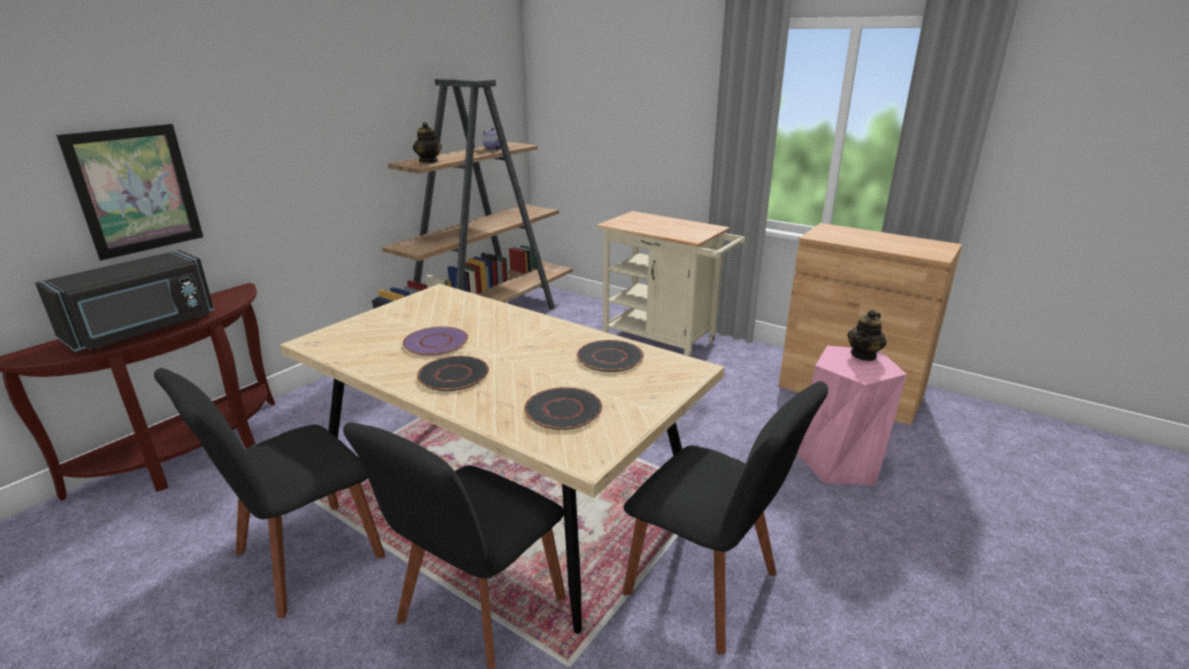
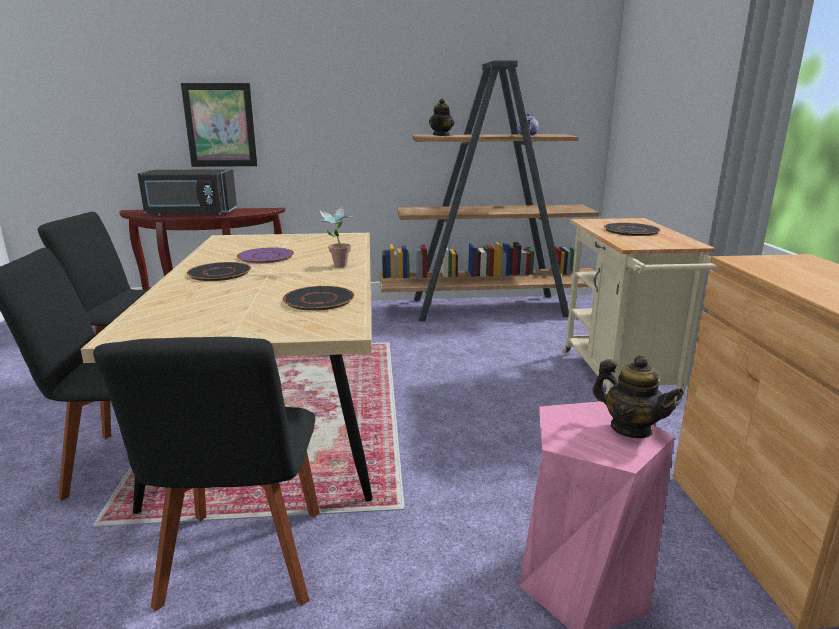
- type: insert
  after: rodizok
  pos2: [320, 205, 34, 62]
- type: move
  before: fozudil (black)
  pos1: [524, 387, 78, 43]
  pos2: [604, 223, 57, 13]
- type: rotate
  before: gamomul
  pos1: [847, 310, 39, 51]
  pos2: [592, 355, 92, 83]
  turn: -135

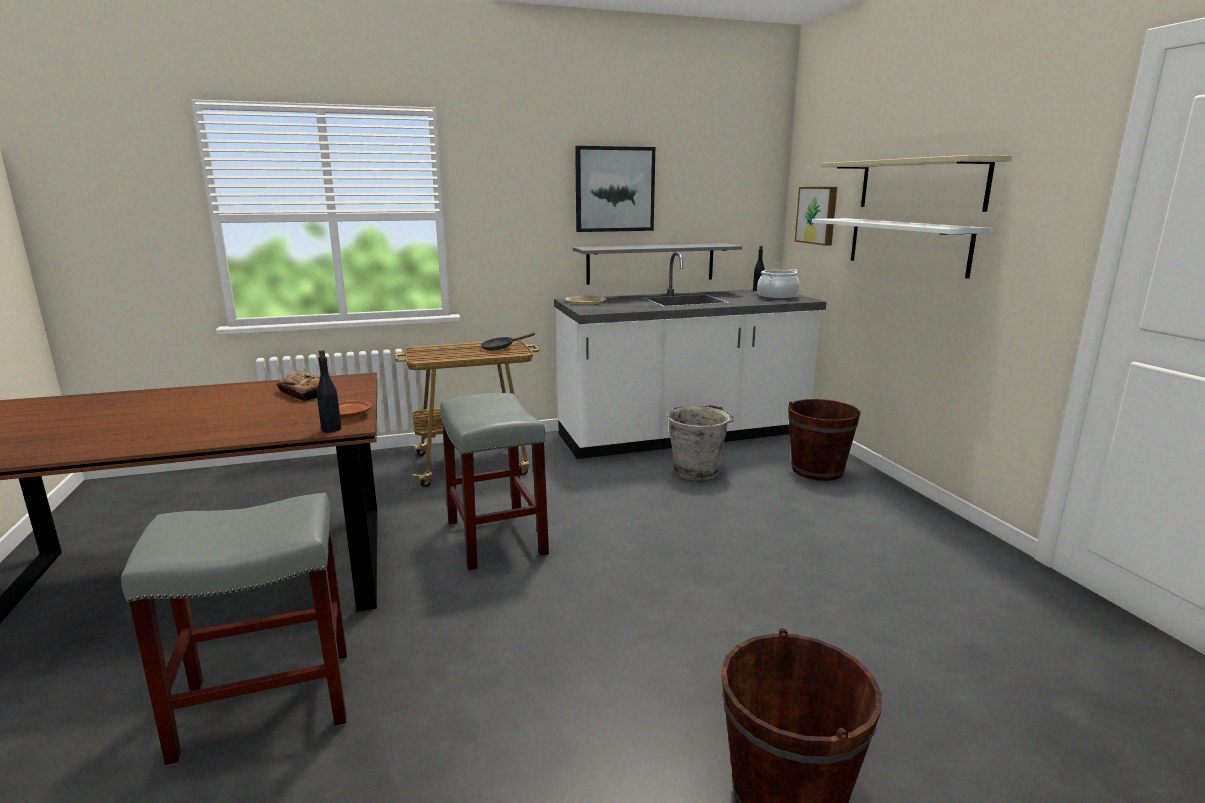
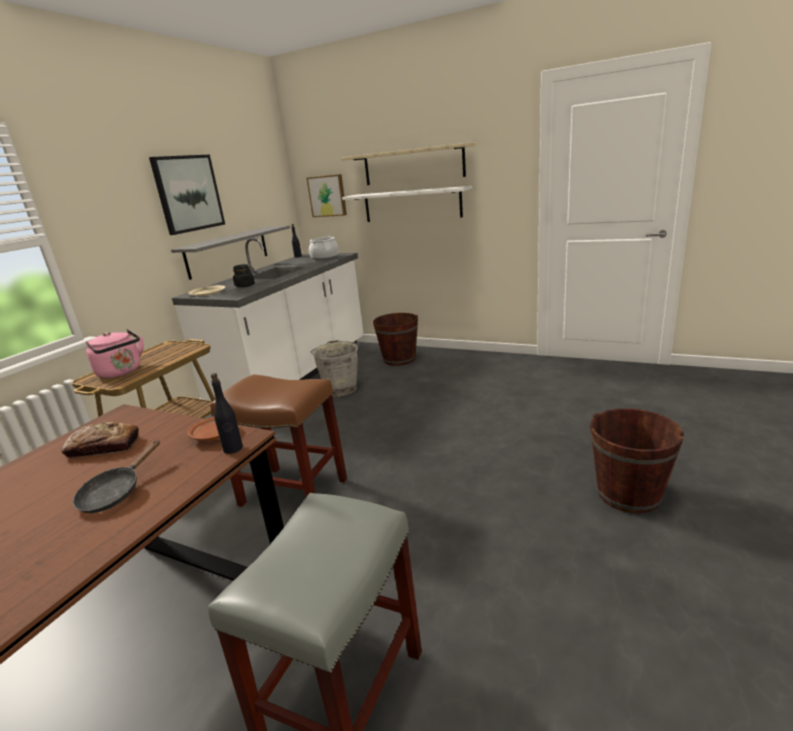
- type: insert
  after: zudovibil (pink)
  pos2: [86, 329, 58, 49]
- type: insert
  after: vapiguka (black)
  pos2: [233, 264, 22, 23]
- type: move
  before: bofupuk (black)
  pos1: [481, 333, 54, 18]
  pos2: [73, 440, 87, 73]
- type: recolor
  before: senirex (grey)
  after: senirex (brown)
  pos1: [440, 393, 109, 179]
  pos2: [210, 374, 137, 133]

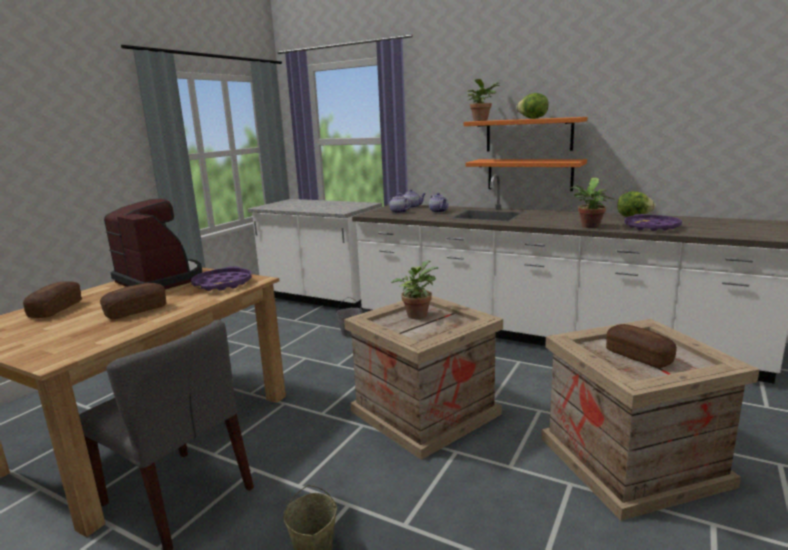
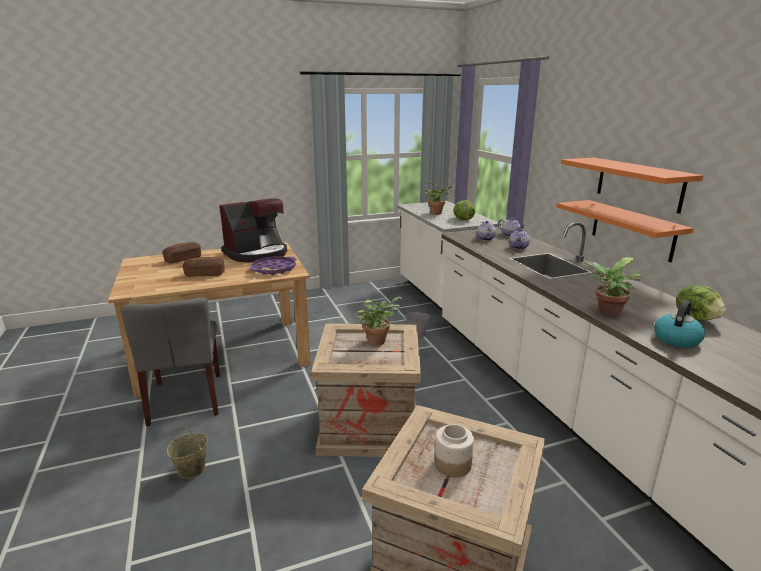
- type: move
  before: rodizok
  pos1: [467, 79, 33, 42]
  pos2: [424, 183, 31, 32]
- type: move
  before: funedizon
  pos1: [516, 93, 33, 26]
  pos2: [453, 200, 22, 20]
- type: replace
  before: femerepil
  after: vapiguka
  pos1: [606, 324, 71, 44]
  pos2: [435, 424, 39, 54]
- type: replace
  before: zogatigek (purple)
  after: zudovibil
  pos1: [624, 214, 58, 17]
  pos2: [654, 300, 51, 48]
- type: rotate
  before: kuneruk
  pos1: [104, 198, 98, 91]
  pos2: [219, 198, 68, 64]
  turn: 60

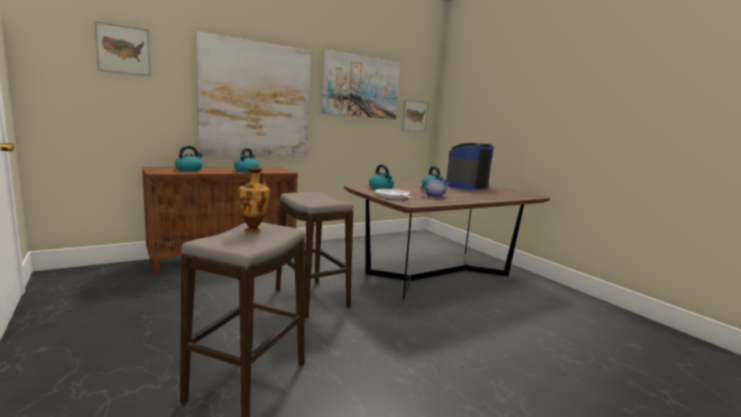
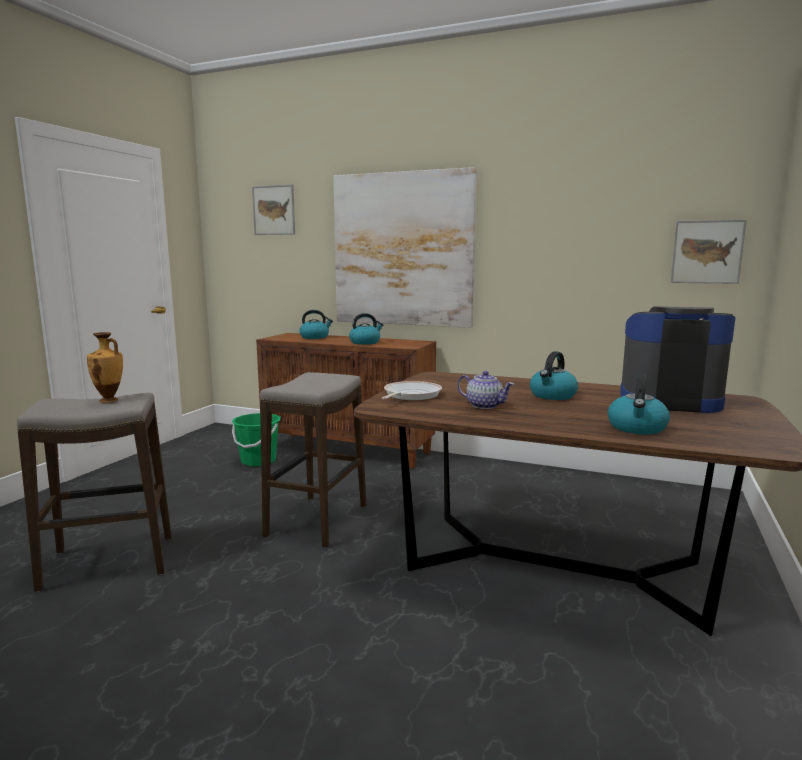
- type: delete
  before: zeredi
  pos1: [321, 50, 79, 69]
- type: insert
  after: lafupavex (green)
  pos2: [232, 413, 49, 53]
- type: move
  before: zudovibil
  pos1: [369, 165, 25, 25]
  pos2: [608, 374, 62, 60]

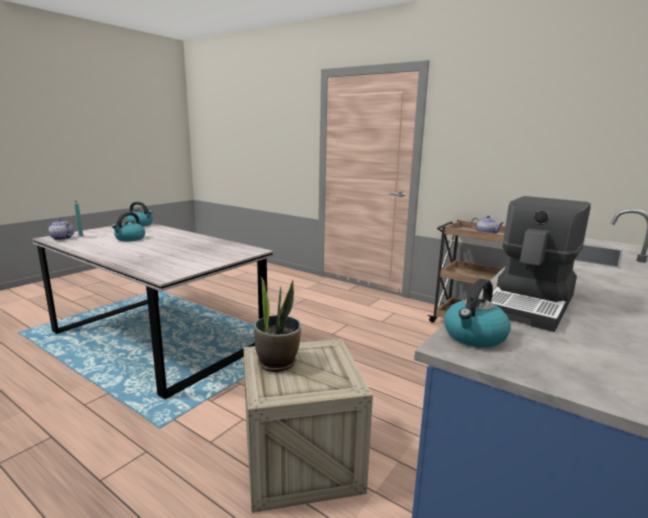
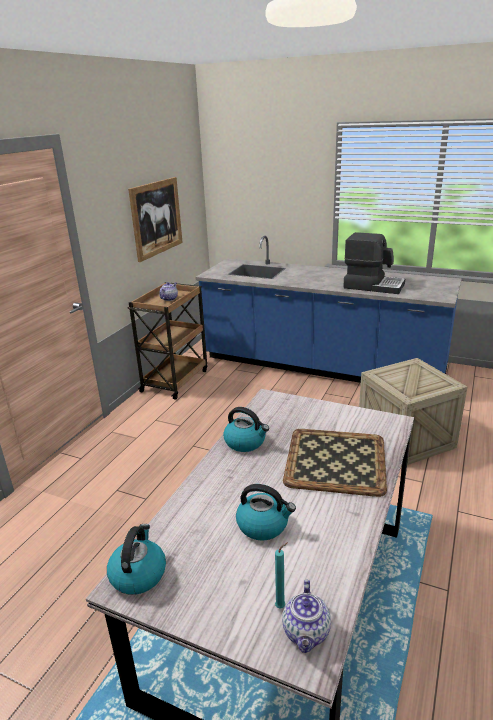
- type: delete
  before: rodizok
  pos1: [254, 276, 47, 96]
- type: insert
  after: zeredi
  pos2: [128, 177, 55, 85]
- type: insert
  after: zogatigek
  pos2: [283, 429, 104, 68]
- type: move
  before: zudovibil
  pos1: [444, 279, 67, 69]
  pos2: [223, 407, 46, 45]

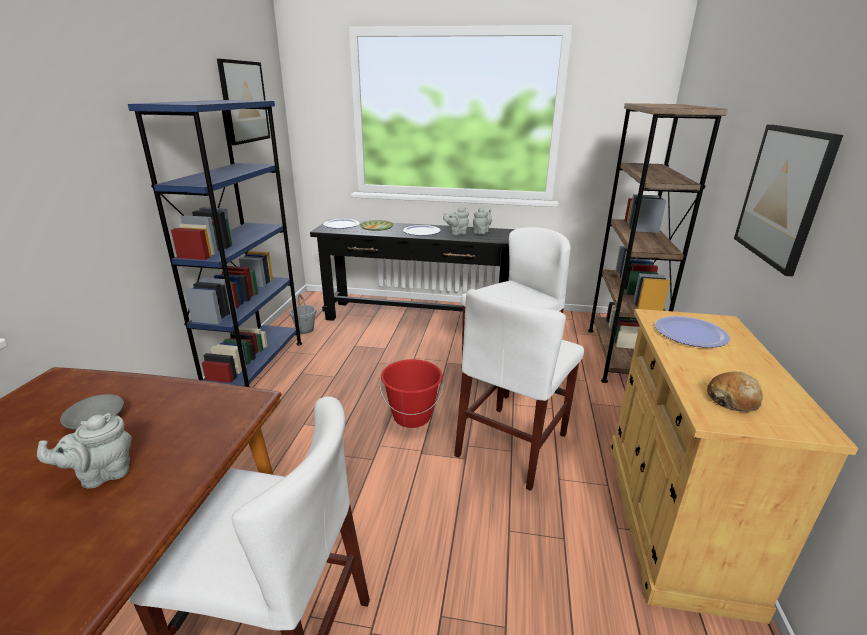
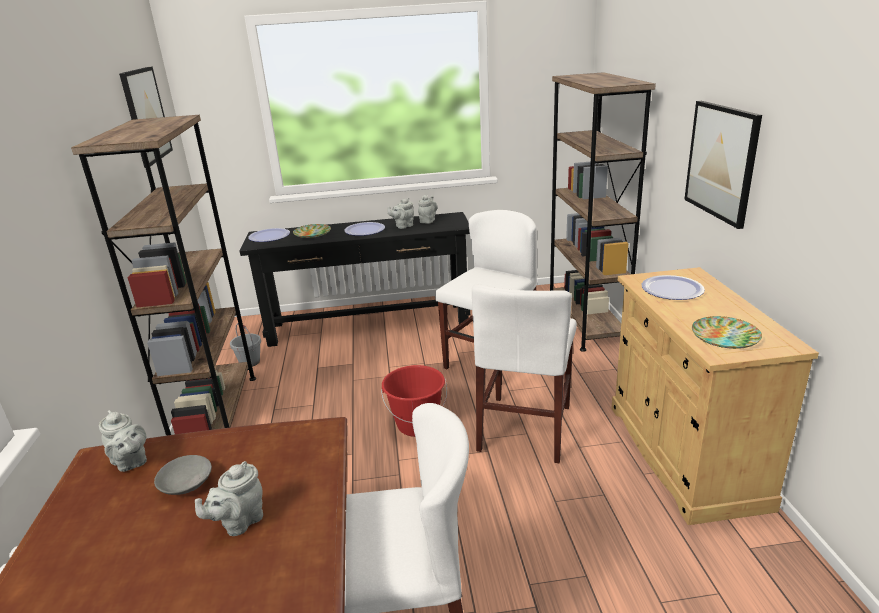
- type: insert
  after: gamomul (grey)
  pos2: [99, 410, 48, 62]
- type: replace
  before: femerepil
  after: fozudil
  pos1: [707, 372, 56, 40]
  pos2: [692, 316, 70, 33]
- type: recolor
  before: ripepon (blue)
  after: ripepon (brown)
  pos1: [128, 100, 174, 287]
  pos2: [71, 115, 185, 321]

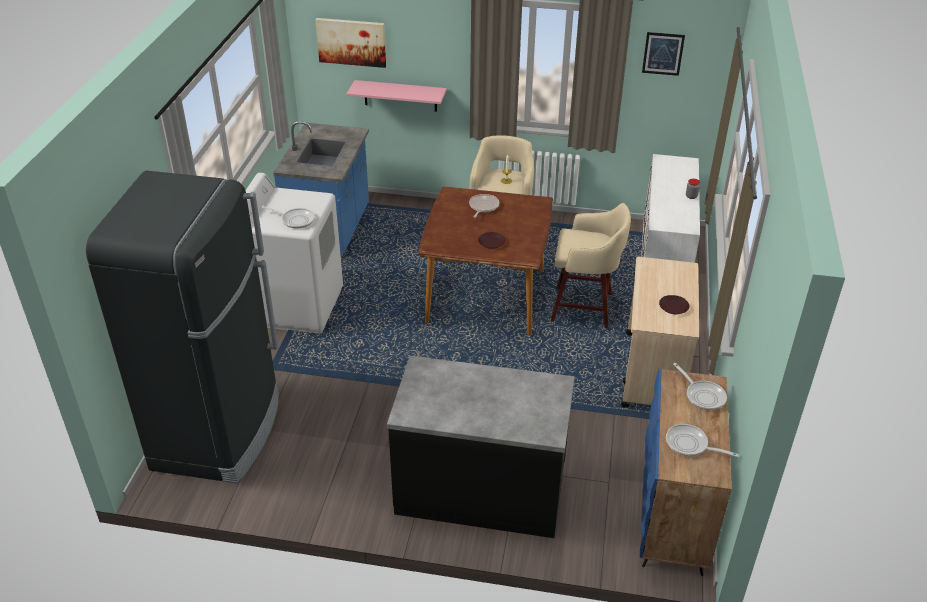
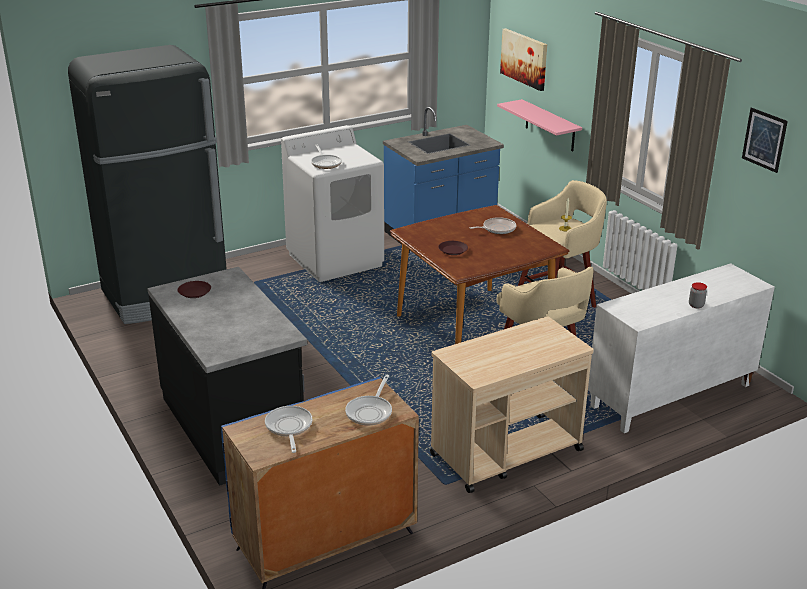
- type: move
  before: fozudil (brown)
  pos1: [659, 295, 31, 19]
  pos2: [178, 281, 33, 17]

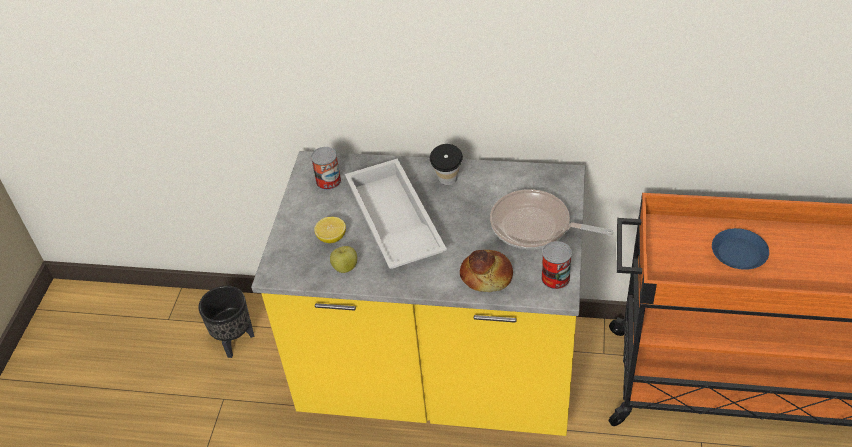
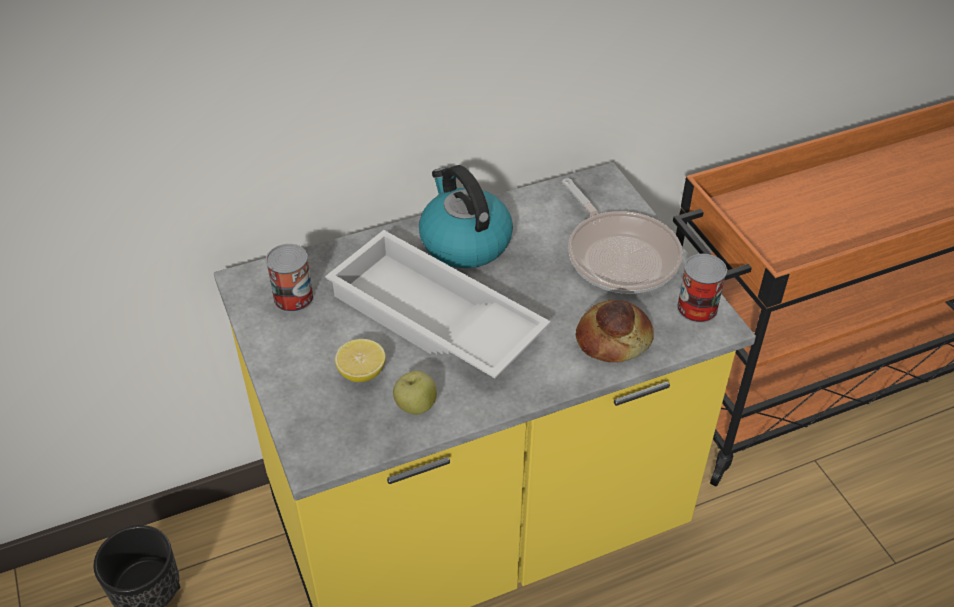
- type: delete
  before: fozudil (blue)
  pos1: [712, 228, 57, 42]
- type: replace
  before: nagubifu
  after: zudovibil
  pos1: [430, 144, 33, 41]
  pos2: [419, 165, 94, 103]
- type: rotate
  before: bofupuk
  pos1: [490, 189, 124, 60]
  pos2: [562, 178, 121, 116]
  turn: -105

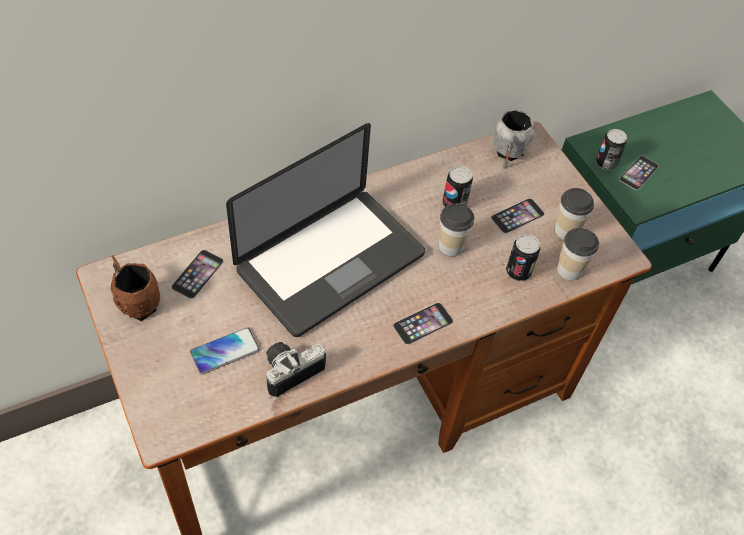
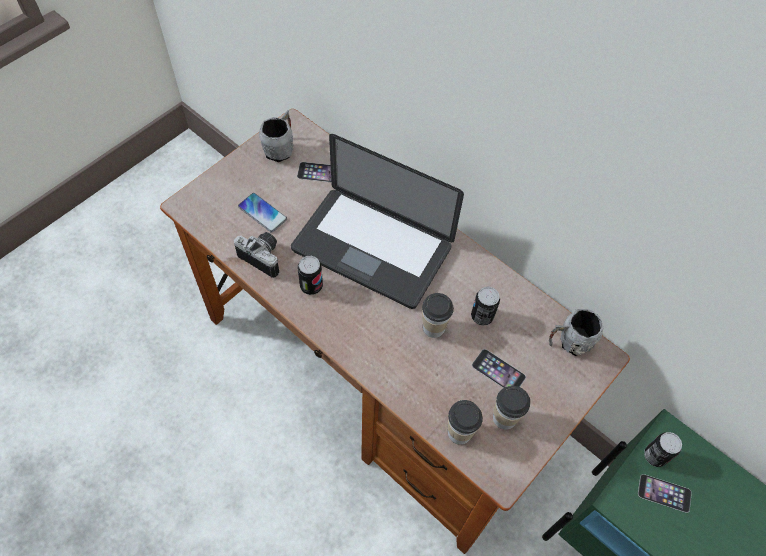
- type: delete
  before: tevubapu
  pos1: [393, 303, 60, 42]
- type: move
  before: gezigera
  pos1: [506, 234, 34, 47]
  pos2: [298, 256, 25, 39]
- type: recolor
  before: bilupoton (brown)
  after: bilupoton (grey)
  pos1: [111, 255, 49, 66]
  pos2: [259, 110, 35, 52]

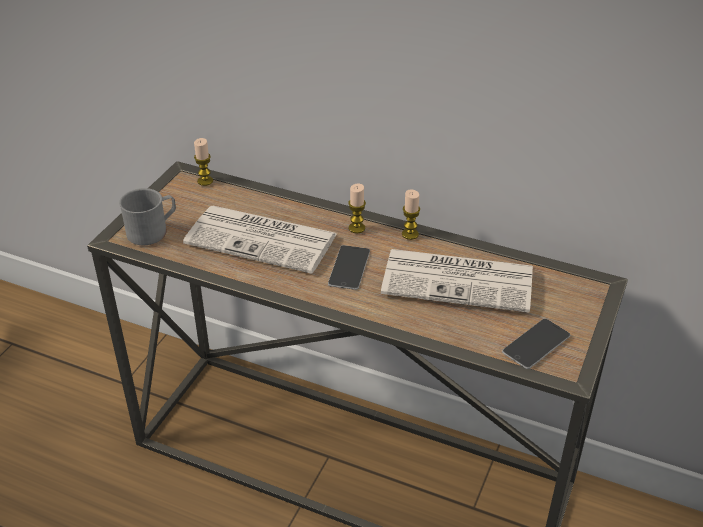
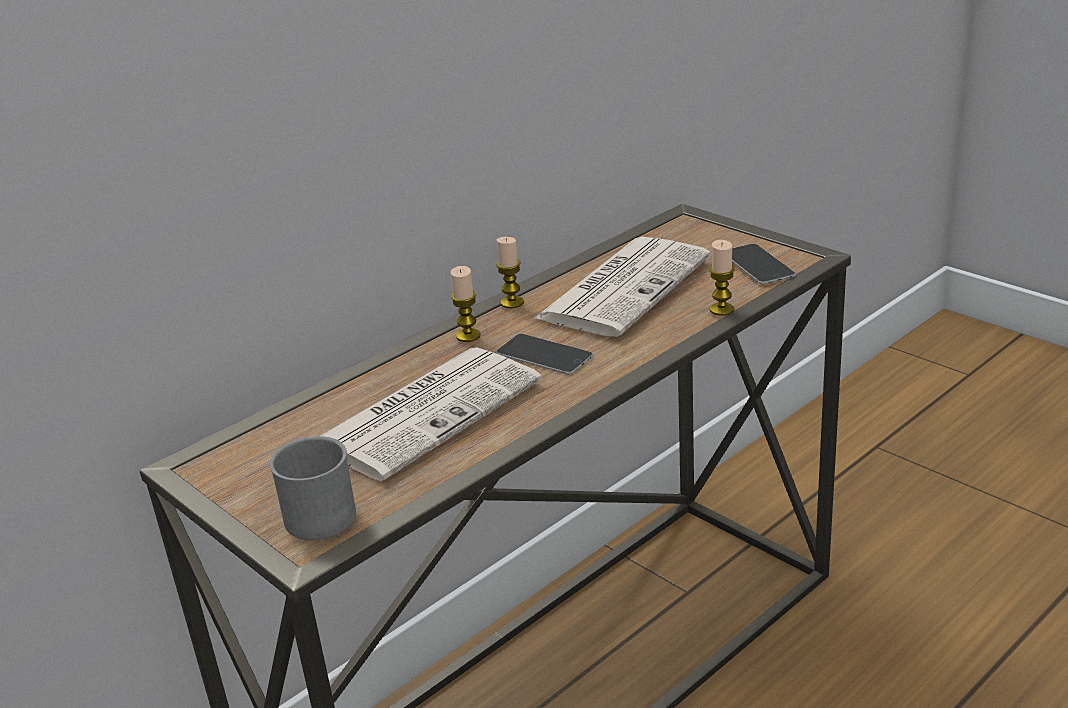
- type: move
  before: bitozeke
  pos1: [194, 138, 19, 48]
  pos2: [709, 240, 26, 76]

